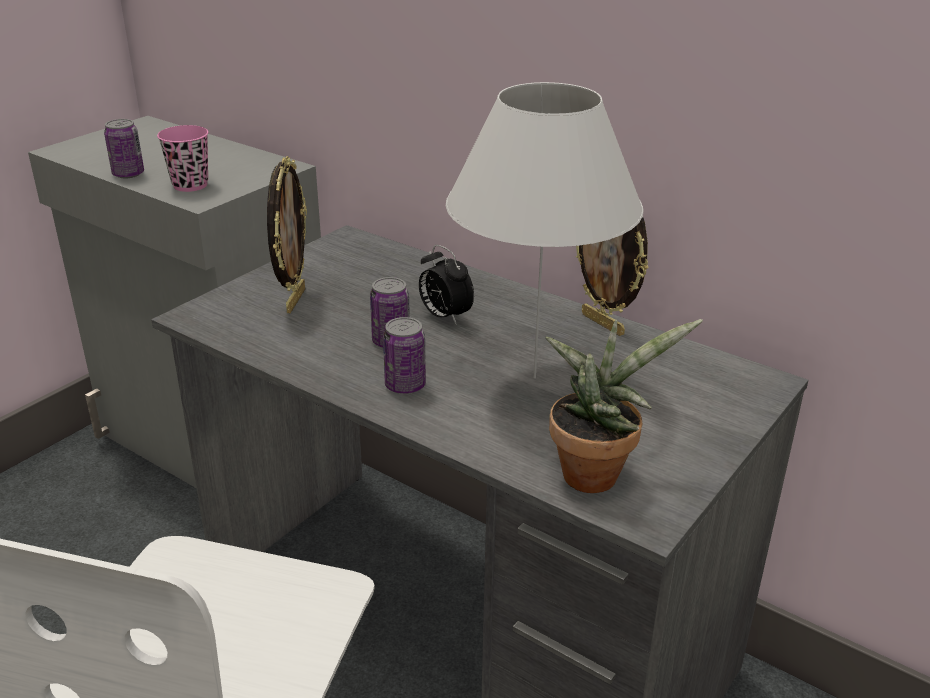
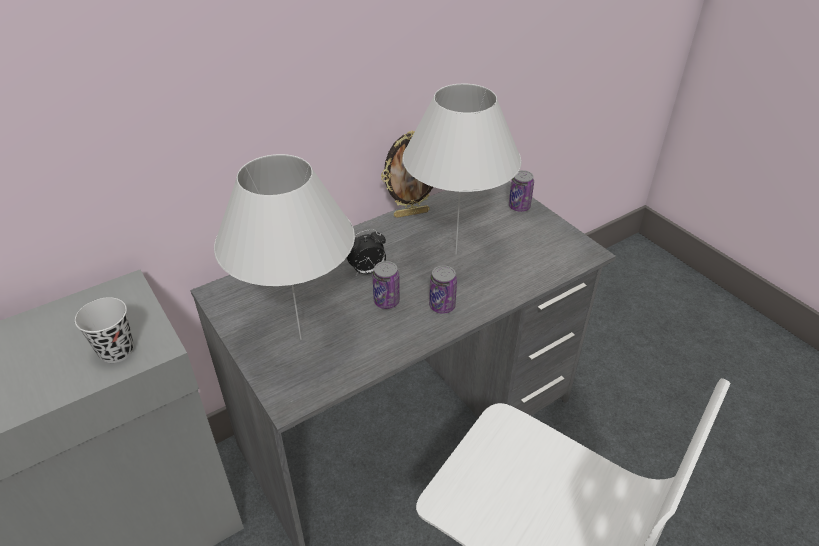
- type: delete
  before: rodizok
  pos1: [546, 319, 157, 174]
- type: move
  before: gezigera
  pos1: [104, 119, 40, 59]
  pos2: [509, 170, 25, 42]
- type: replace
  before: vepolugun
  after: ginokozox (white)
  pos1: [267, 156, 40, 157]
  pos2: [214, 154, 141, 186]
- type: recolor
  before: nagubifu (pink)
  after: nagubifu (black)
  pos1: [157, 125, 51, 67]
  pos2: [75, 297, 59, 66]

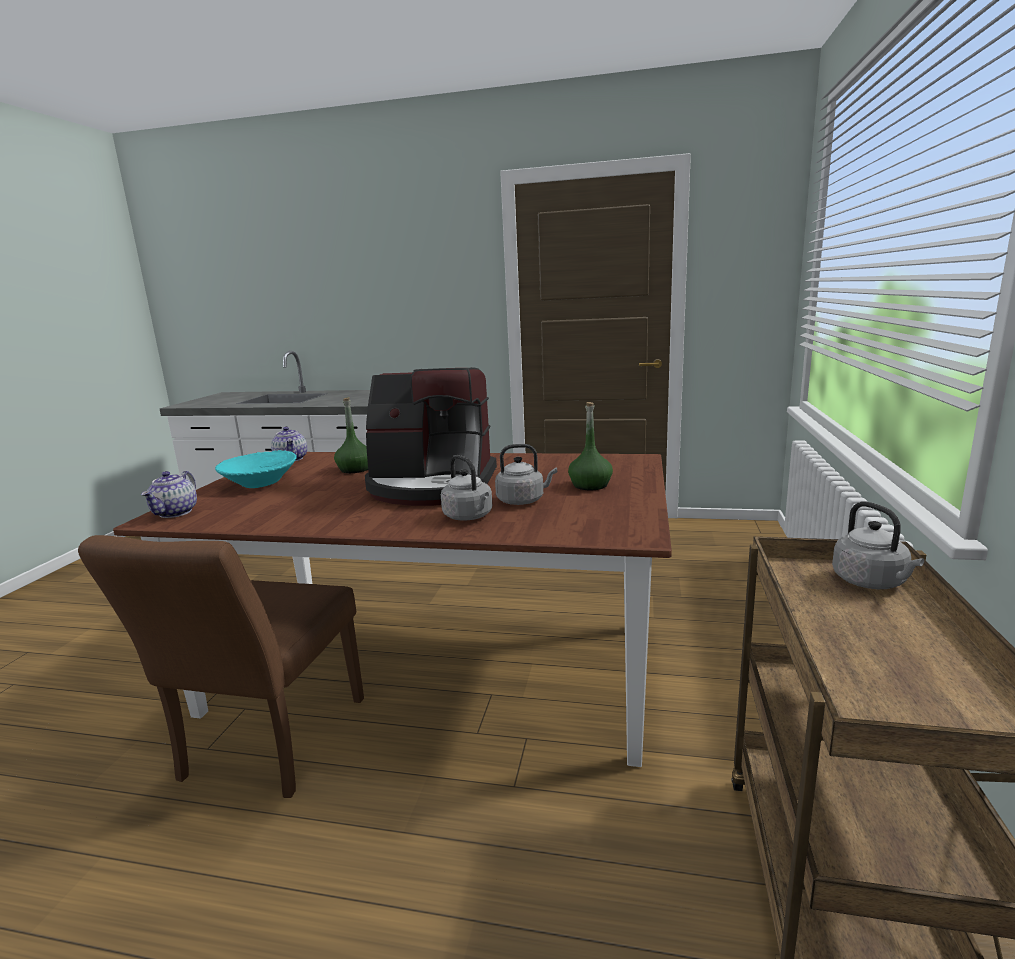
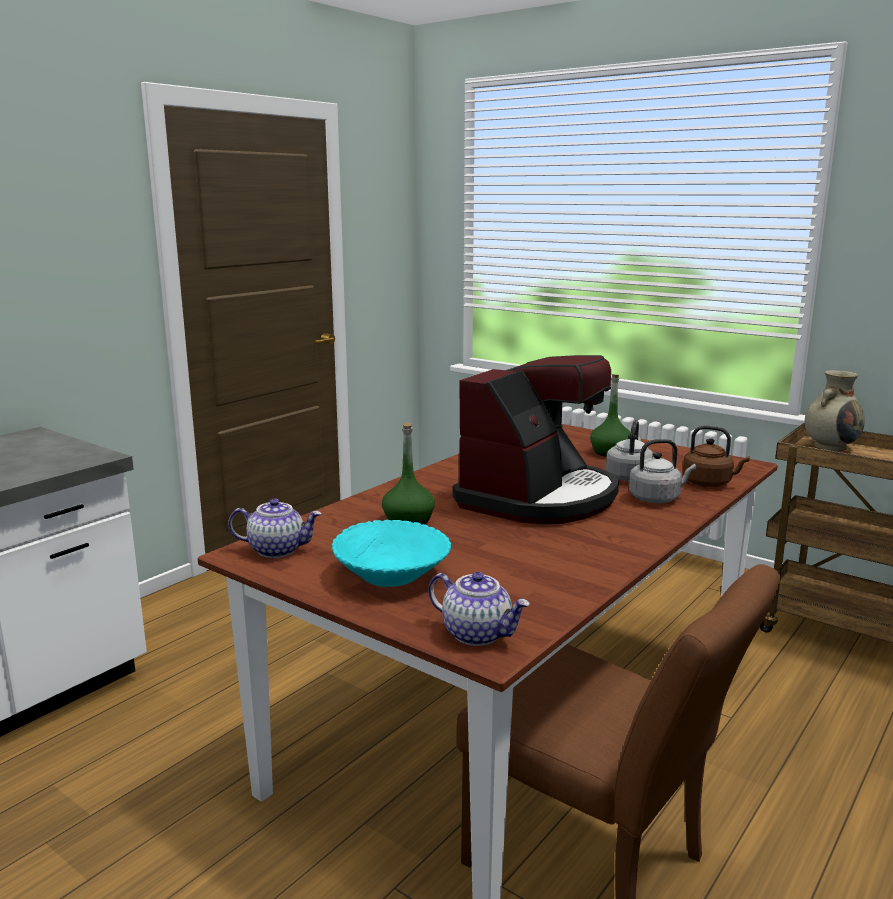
- type: insert
  after: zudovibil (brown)
  pos2: [683, 426, 67, 61]
- type: replace
  before: zudovibil (grey)
  after: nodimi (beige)
  pos1: [832, 502, 92, 87]
  pos2: [805, 370, 60, 81]

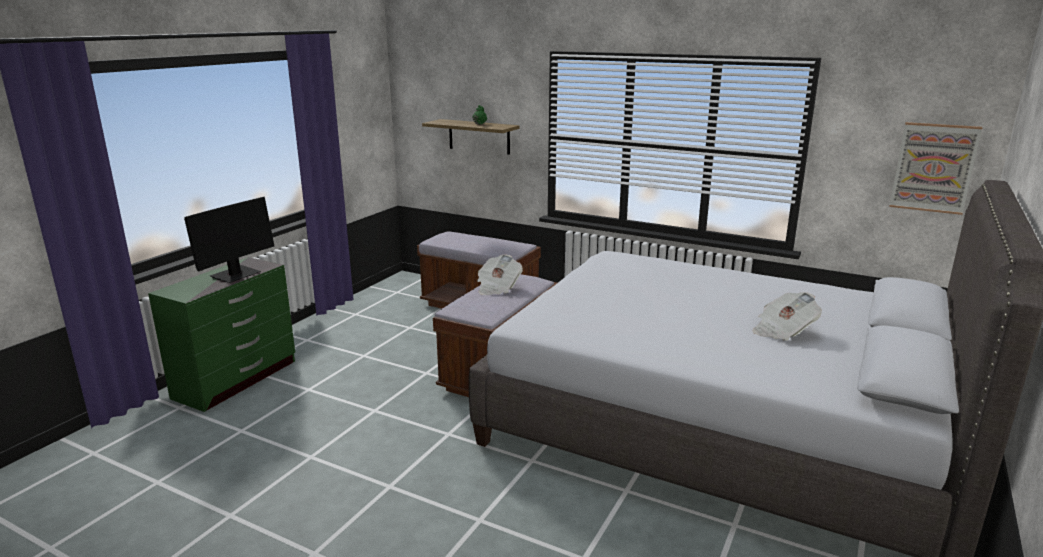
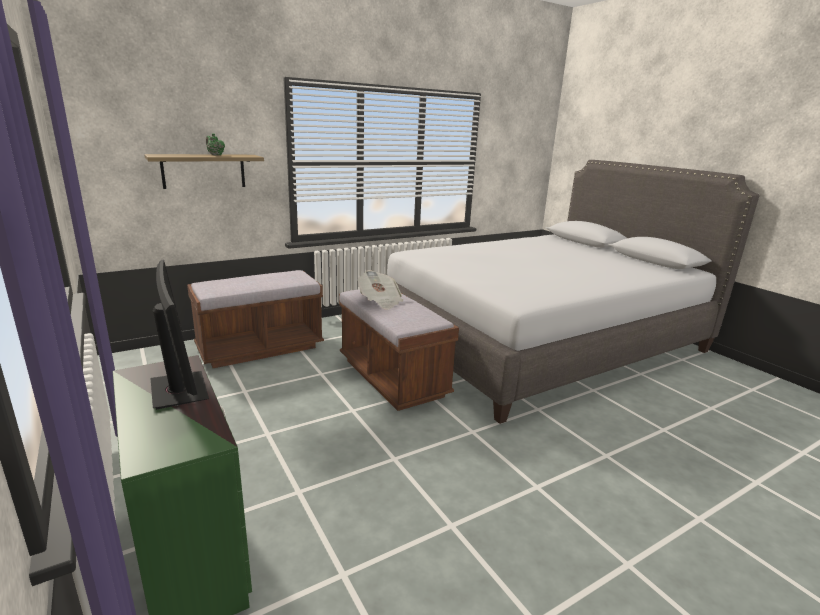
- type: delete
  before: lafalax
  pos1: [753, 292, 69, 49]
- type: delete
  before: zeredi
  pos1: [889, 122, 94, 93]

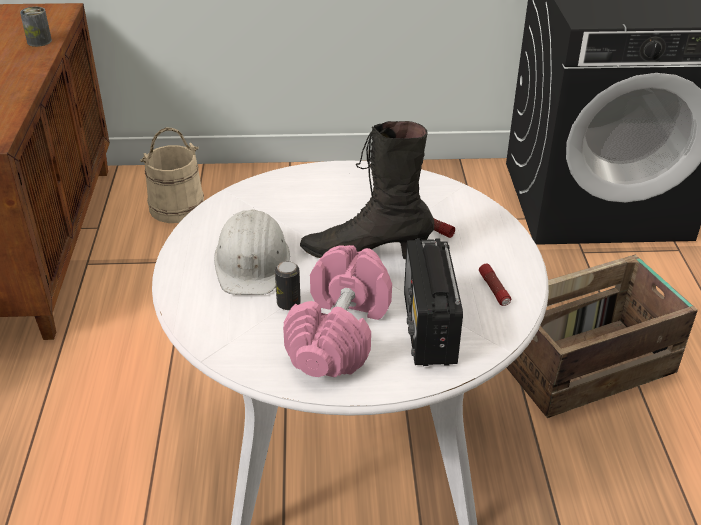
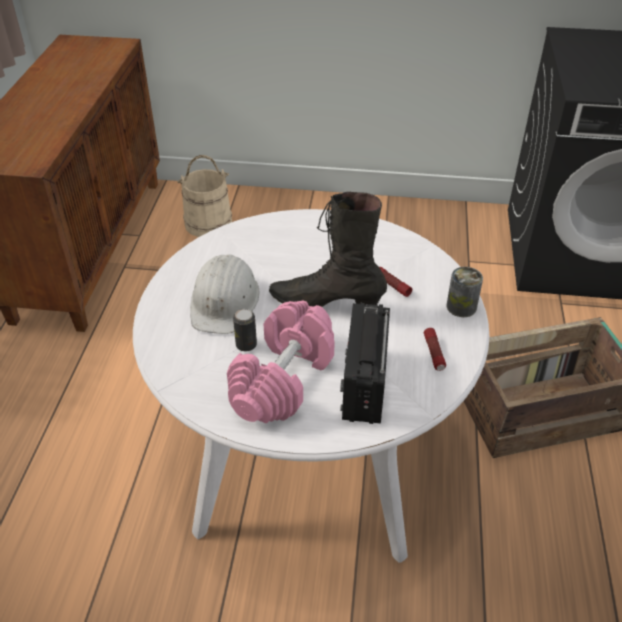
- type: move
  before: gezigera
  pos1: [20, 7, 32, 40]
  pos2: [447, 267, 36, 50]

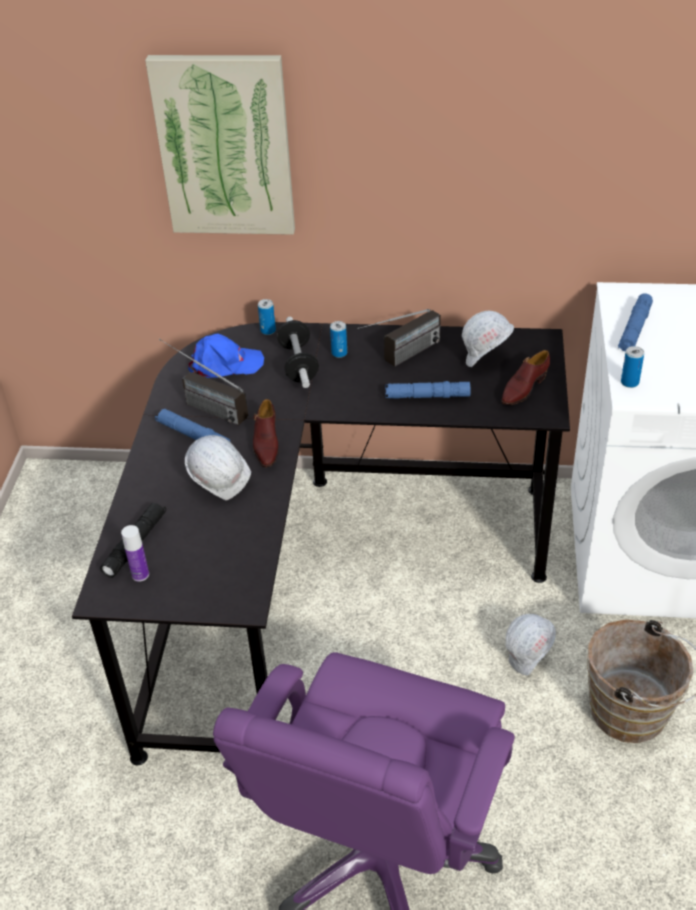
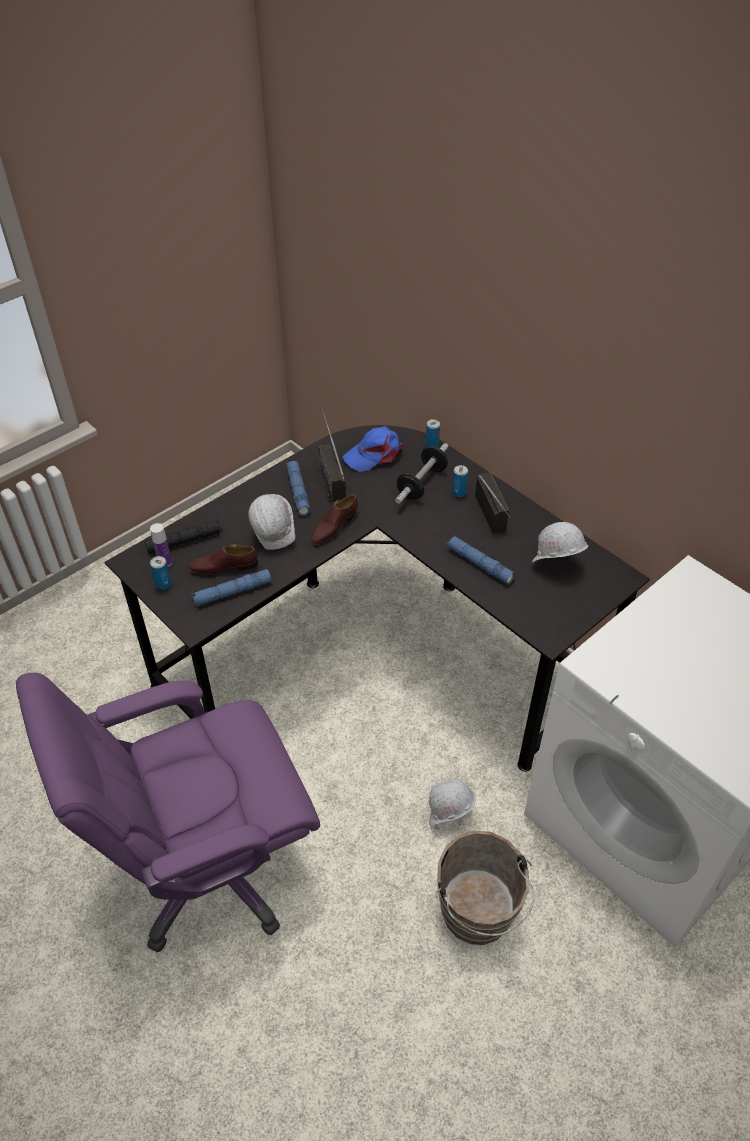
- type: delete
  before: zeredi
  pos1: [145, 55, 150, 180]
- type: move
  before: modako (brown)
  pos1: [501, 350, 49, 55]
  pos2: [189, 544, 69, 32]
- type: move
  before: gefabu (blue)
  pos1: [618, 293, 35, 59]
  pos2: [191, 569, 80, 37]
- type: move
  before: gezigera
  pos1: [621, 346, 23, 42]
  pos2: [150, 556, 21, 34]
- type: rotate
  before: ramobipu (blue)
  pos1: [188, 333, 76, 45]
  pos2: [342, 426, 61, 46]
  turn: 120
- type: rotate
  before: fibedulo
  pos1: [357, 309, 84, 58]
  pos2: [475, 472, 36, 62]
  turn: -105

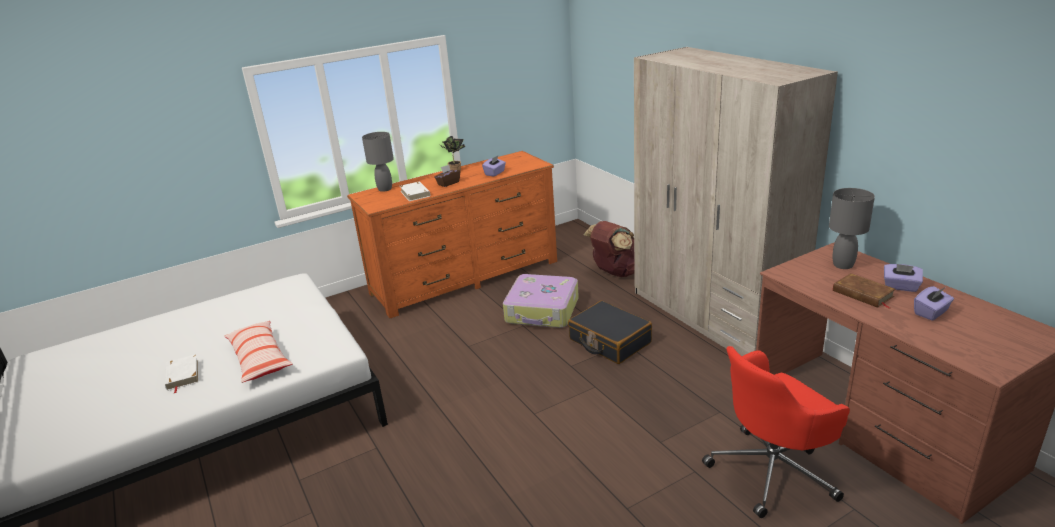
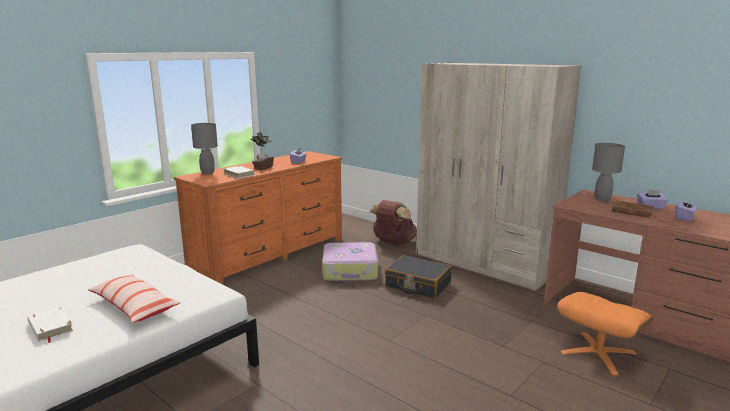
- type: replace
  before: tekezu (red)
  after: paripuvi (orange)
  pos1: [702, 346, 148, 172]
  pos2: [557, 292, 96, 83]

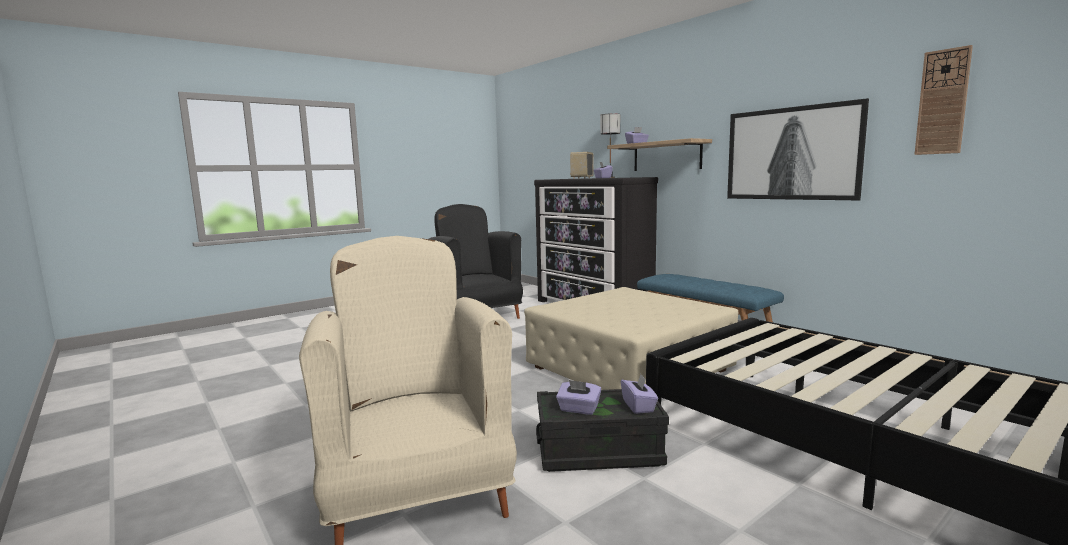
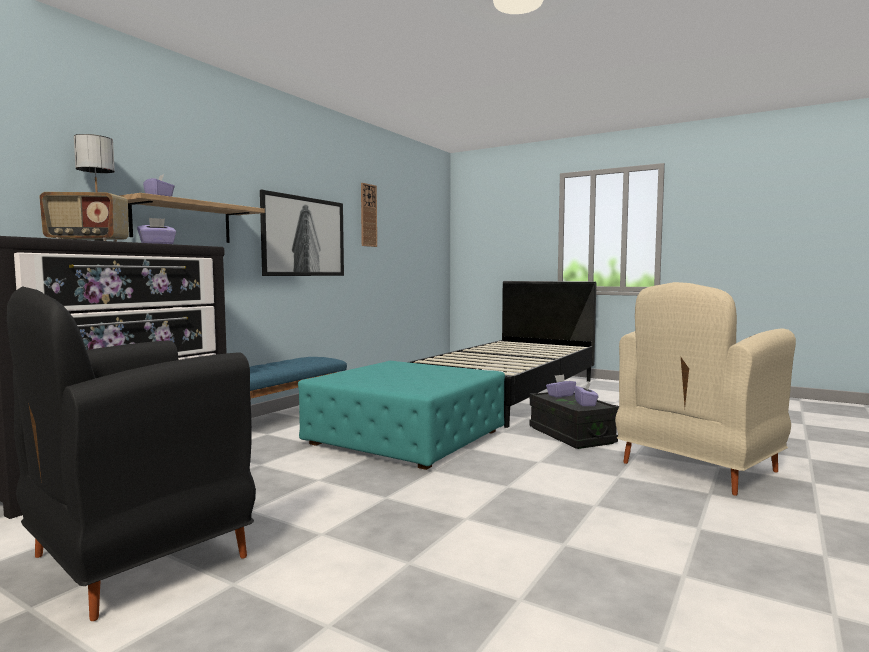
- type: recolor
  before: paripuvi (beige)
  after: paripuvi (turquoise)
  pos1: [524, 287, 214, 103]
  pos2: [298, 361, 207, 109]

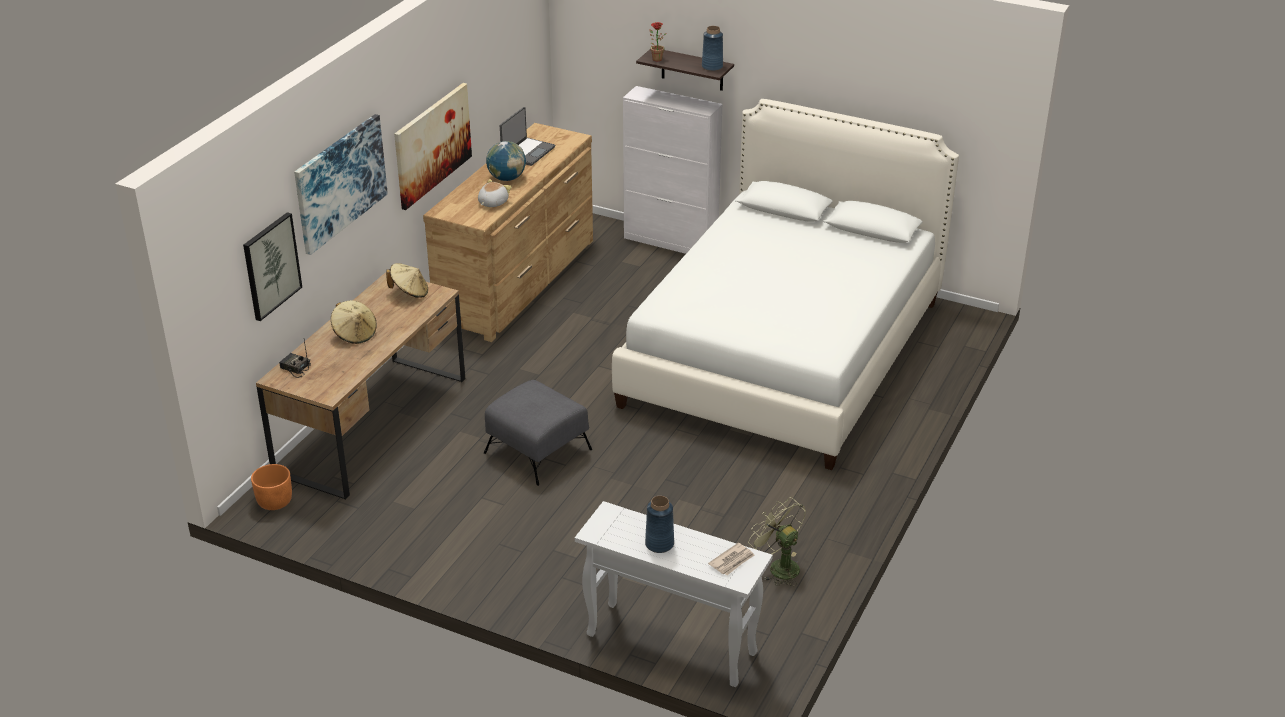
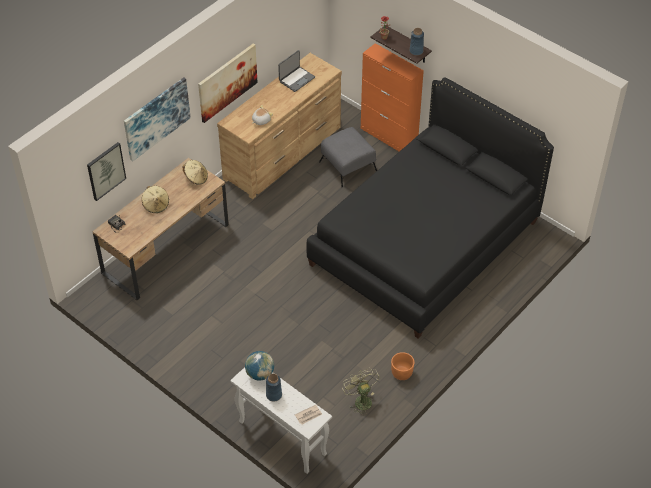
- type: move
  before: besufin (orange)
  pos1: [251, 464, 41, 46]
  pos2: [391, 352, 23, 28]
- type: move
  before: paripuvi (grey)
  pos1: [484, 380, 108, 106]
  pos2: [319, 127, 58, 61]
- type: move
  before: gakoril
  pos1: [486, 141, 40, 40]
  pos2: [245, 351, 29, 30]
- type: recolor
  before: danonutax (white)
  after: danonutax (black)
  pos1: [612, 99, 347, 371]
  pos2: [306, 78, 248, 261]
- type: recolor
  before: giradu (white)
  after: giradu (orange)
  pos1: [623, 86, 99, 168]
  pos2: [361, 43, 63, 108]

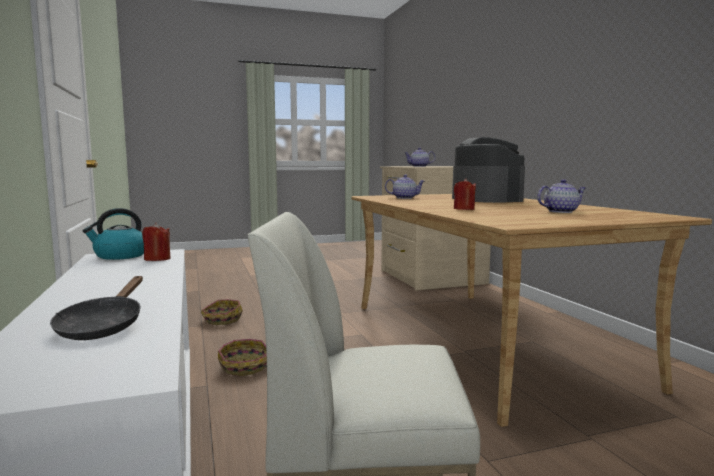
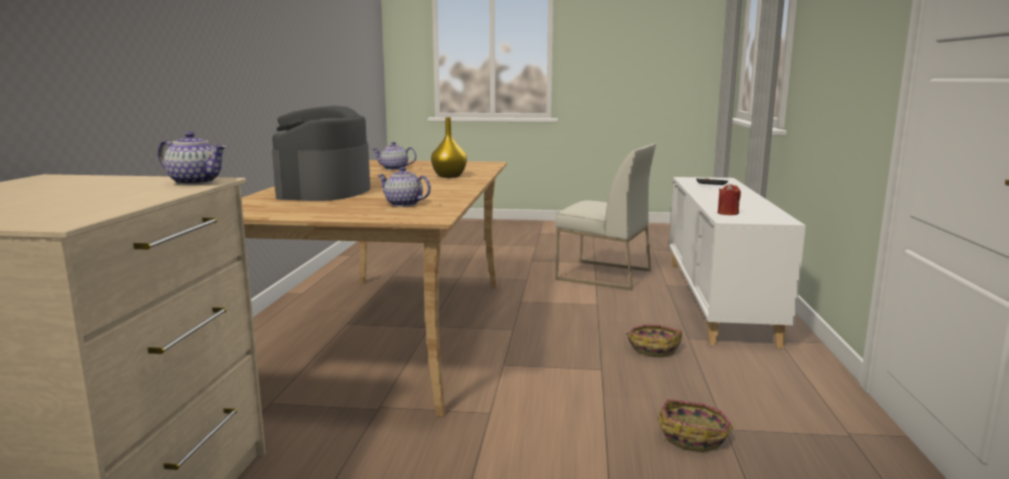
- type: delete
  before: zudovibil
  pos1: [83, 208, 61, 52]
- type: replace
  before: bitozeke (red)
  after: nodimi (yellow)
  pos1: [454, 178, 22, 32]
  pos2: [431, 118, 36, 60]

